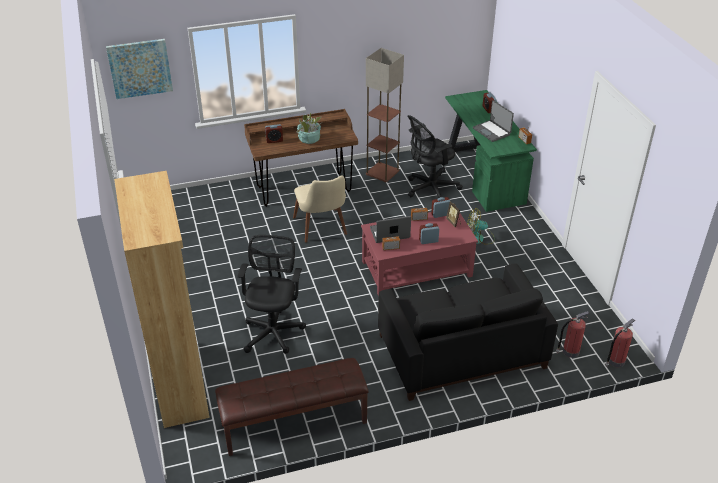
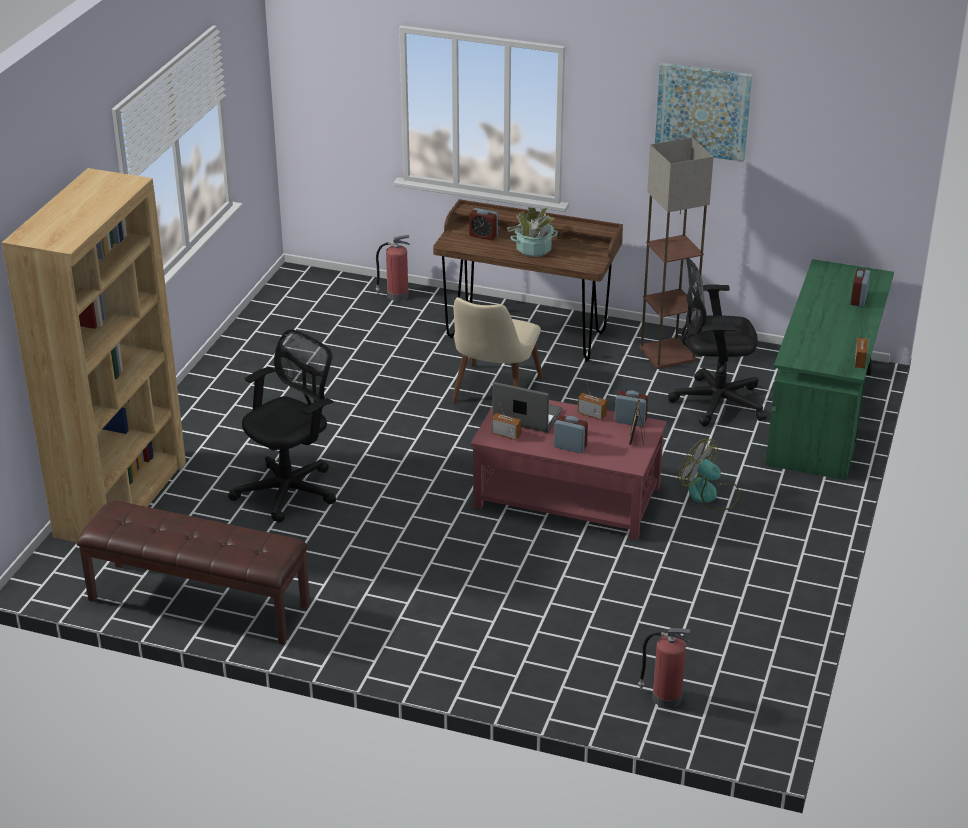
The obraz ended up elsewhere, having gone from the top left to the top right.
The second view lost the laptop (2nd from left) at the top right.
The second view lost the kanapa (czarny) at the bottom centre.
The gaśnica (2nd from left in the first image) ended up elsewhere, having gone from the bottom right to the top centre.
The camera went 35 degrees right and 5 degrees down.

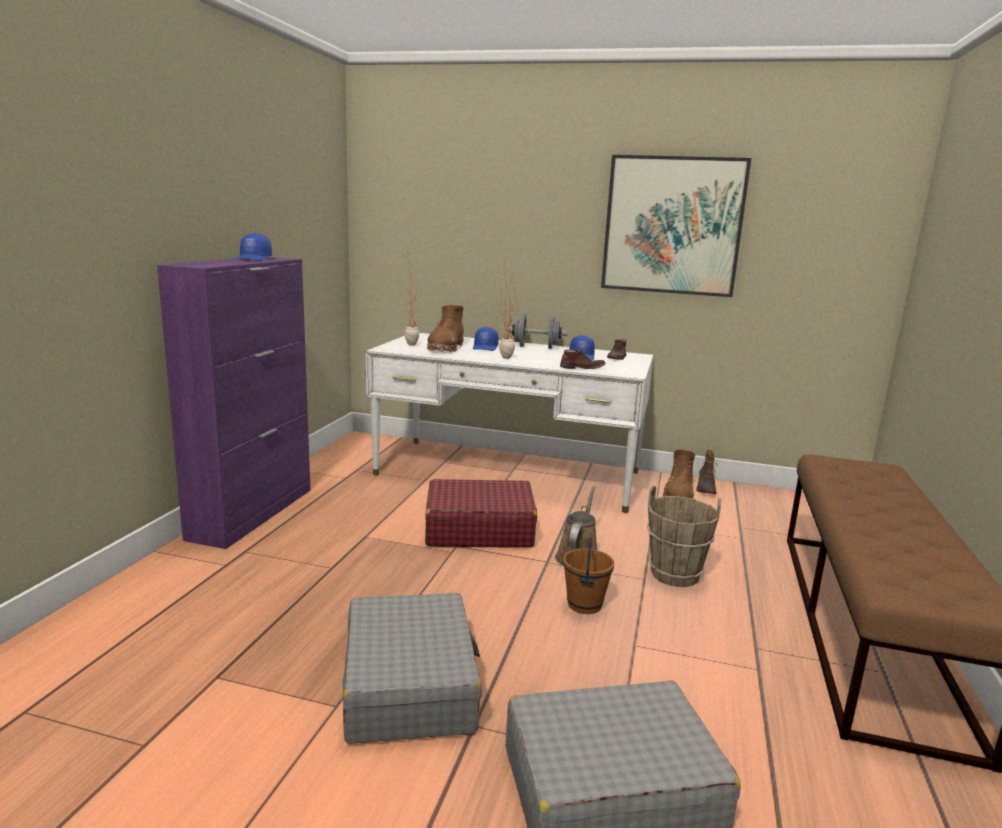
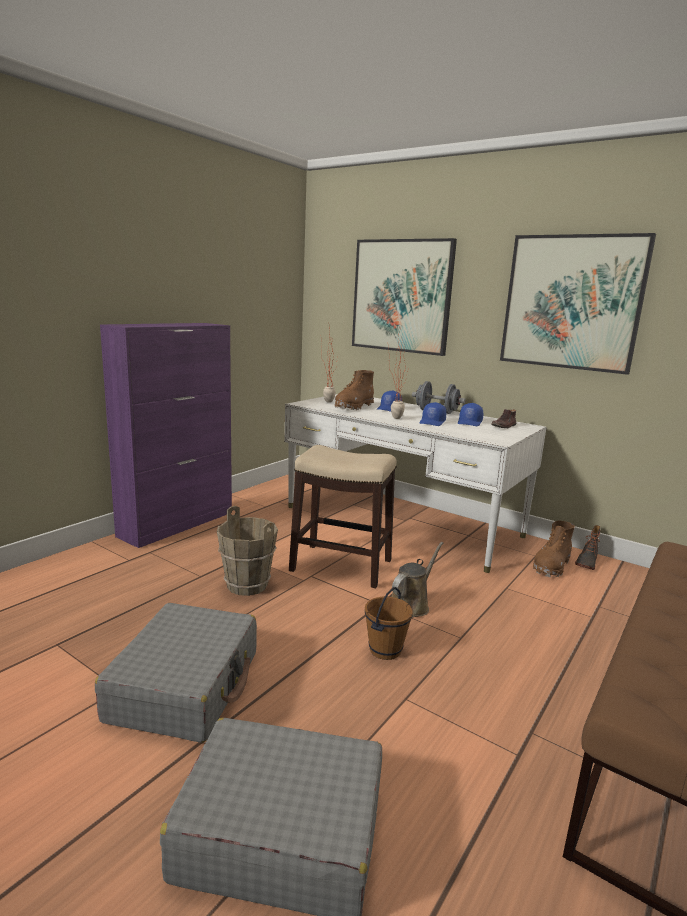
The czapka z daszkiem (niebieski) (1st from left in the first image) ended up elsewhere, having gone from the top left to the centre.
The second view lost the but (brązowy) (1st from left) at the centre.
Where the walizka (czerwony) stood at the centre, the stołek came to stand at the centre.
The wiadro (brązowy) (2nd from left in the first image) ended up elsewhere, having gone from the middle right to the centre.
The second view gained the obraz (1st from left) at the top centre.
The camera went 20 degrees right and 0 degrees up.

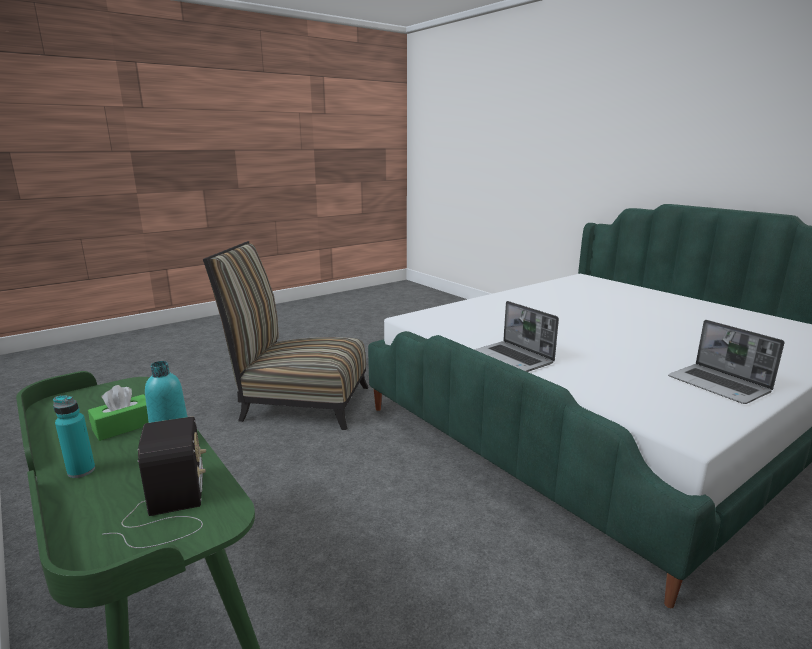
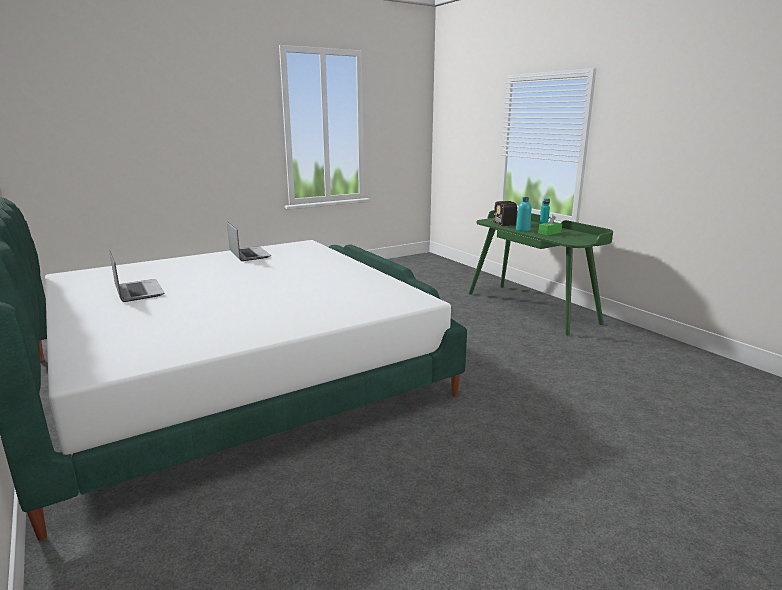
The second view lost the krzesło at the centre.
The laptop (1st from left) ended up elsewhere, having gone from the centre to the middle left.
The camera went 175 degrees left and 0 degrees up.

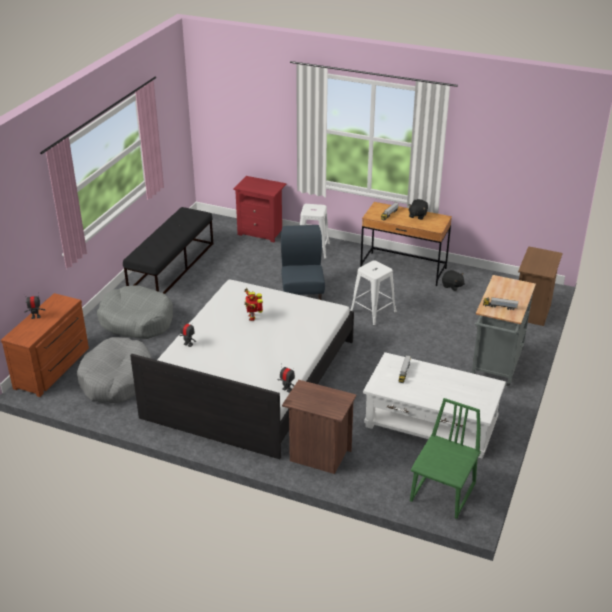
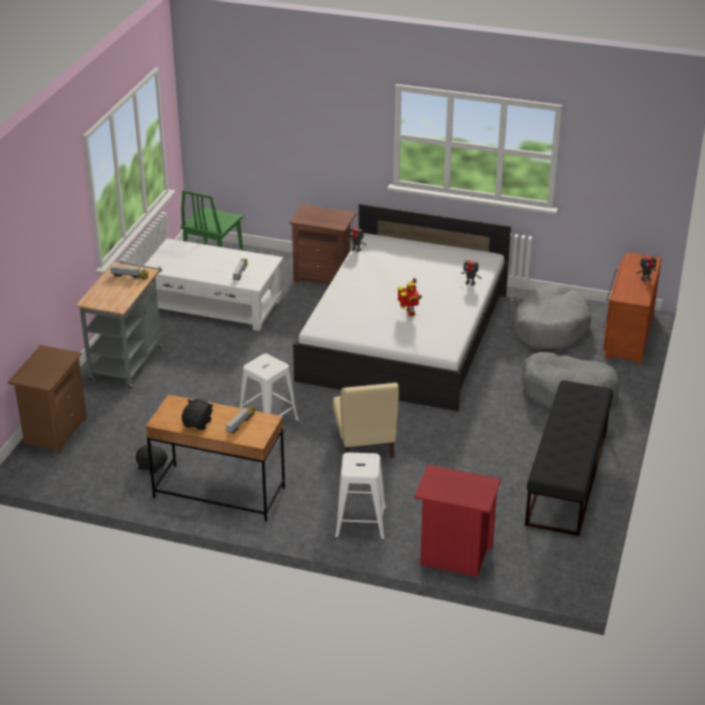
What was the krzesło (niebieski) at the centre turned into the krzesło (beżowy) at the centre.
The camera went 175 degrees right and 0 degrees up.

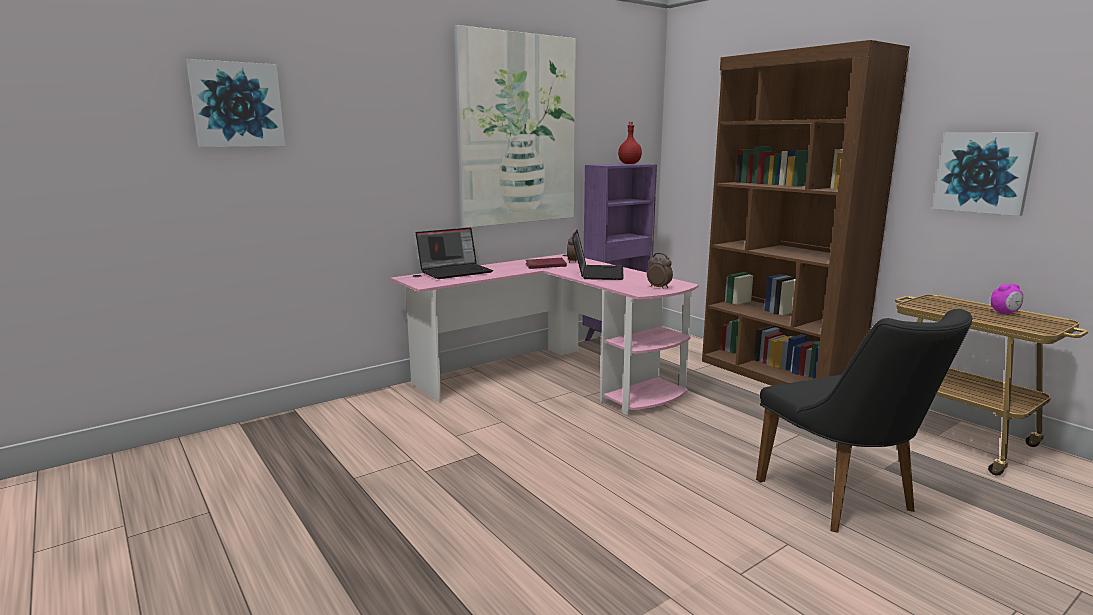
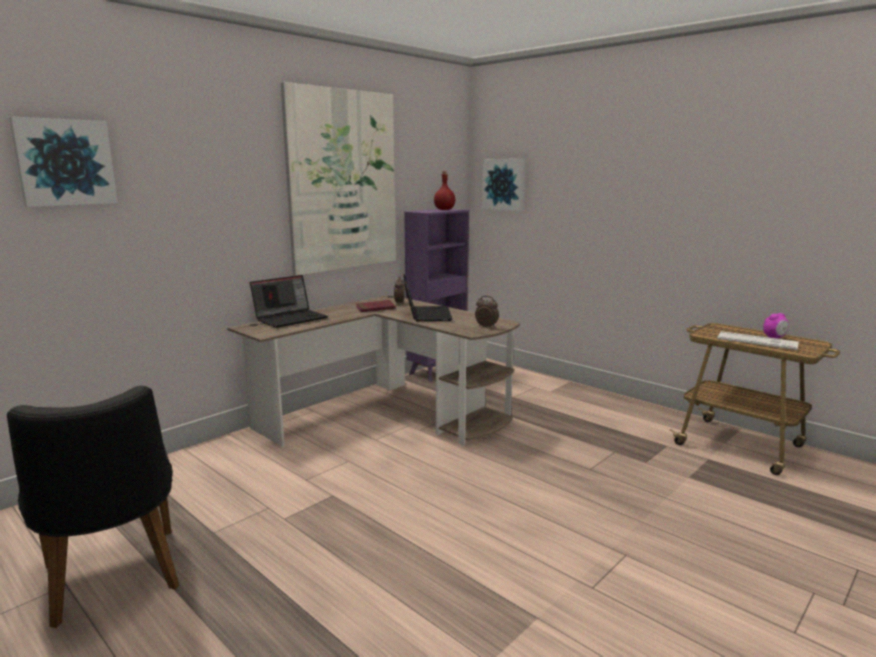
The second view lost the regał (brązowy) at the middle right.
The obraz (3rd from left) ended up elsewhere, having gone from the top right to the top centre.
What was the biurko (różowy) at the centre turned into the biurko (brązowy) at the centre.
The krzesło (czarny) ended up elsewhere, having gone from the bottom right to the bottom left.
The second view gained the klawiatura at the middle right.
The camera went 10 degrees left and 0 degrees up.

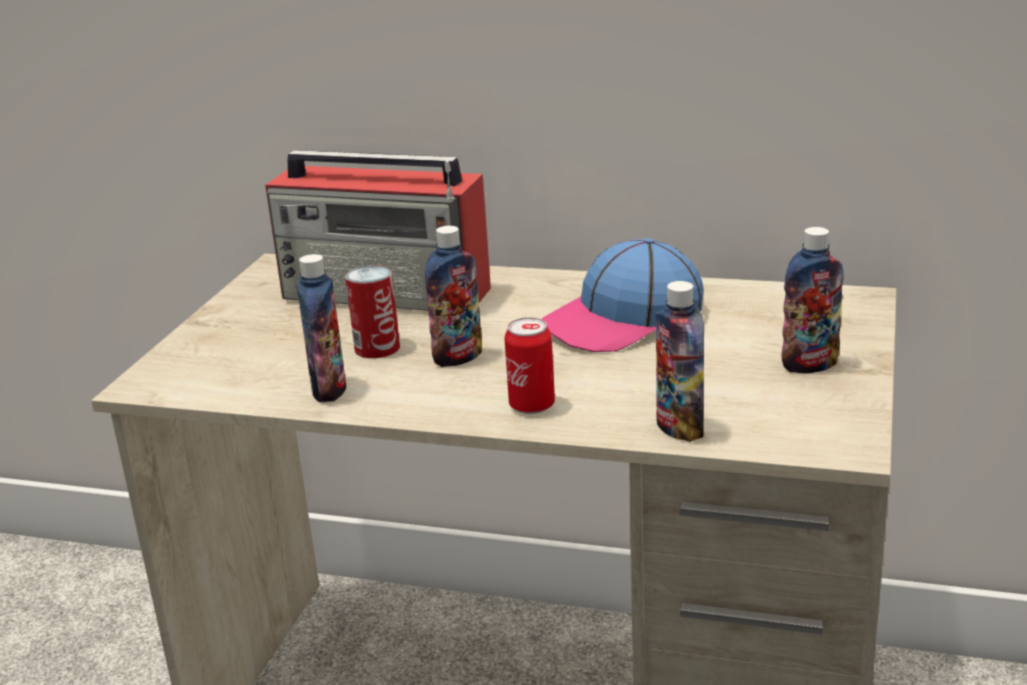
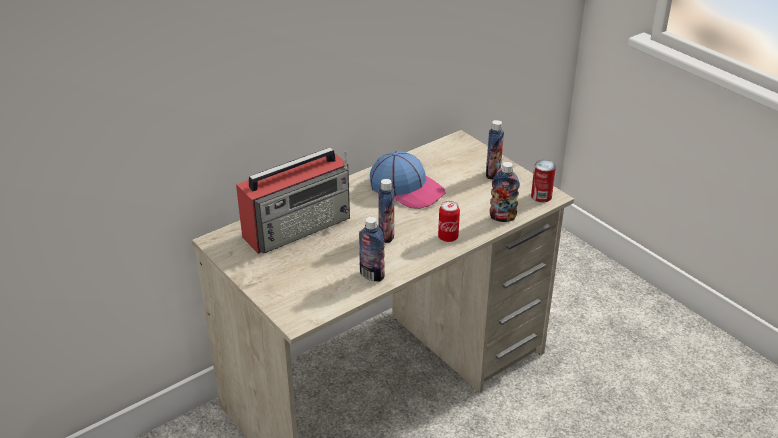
The czapka z daszkiem at the centre ended up facing another way, 60 degrees counterclockwise from before.
The puszka (1st from left in the first image) ended up elsewhere, having gone from the centre to the middle right.
The camera went 55 degrees left and 10 degrees up.

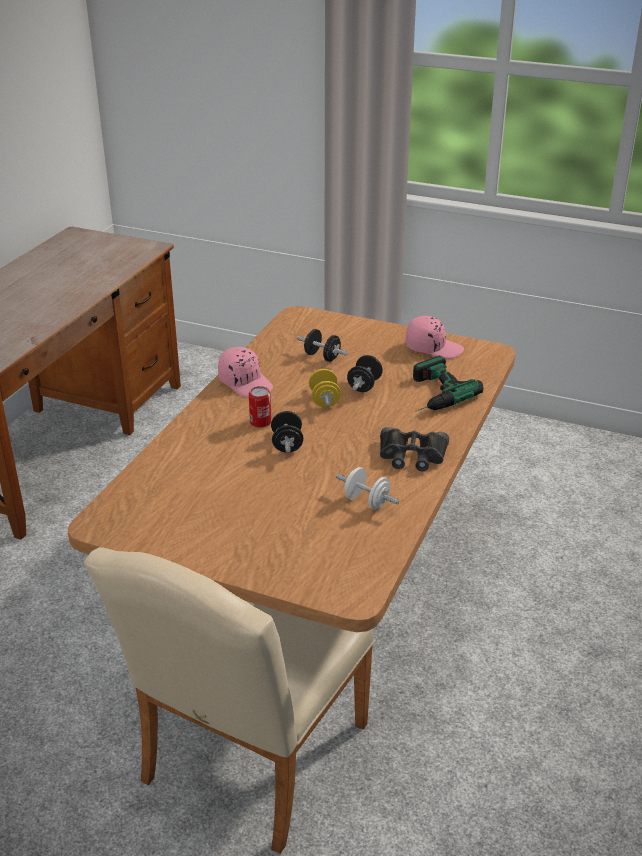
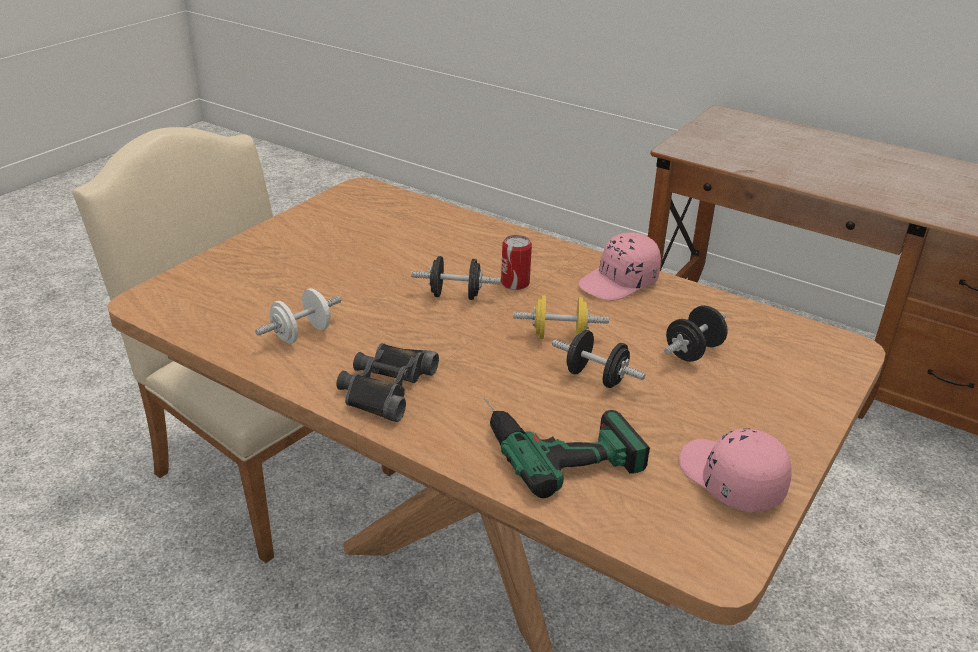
The czapka z daszkiem (różowy) (2nd from left) at the middle right ended up facing another way, 120 degrees clockwise from before.
The camera went 100 degrees right and 0 degrees up.

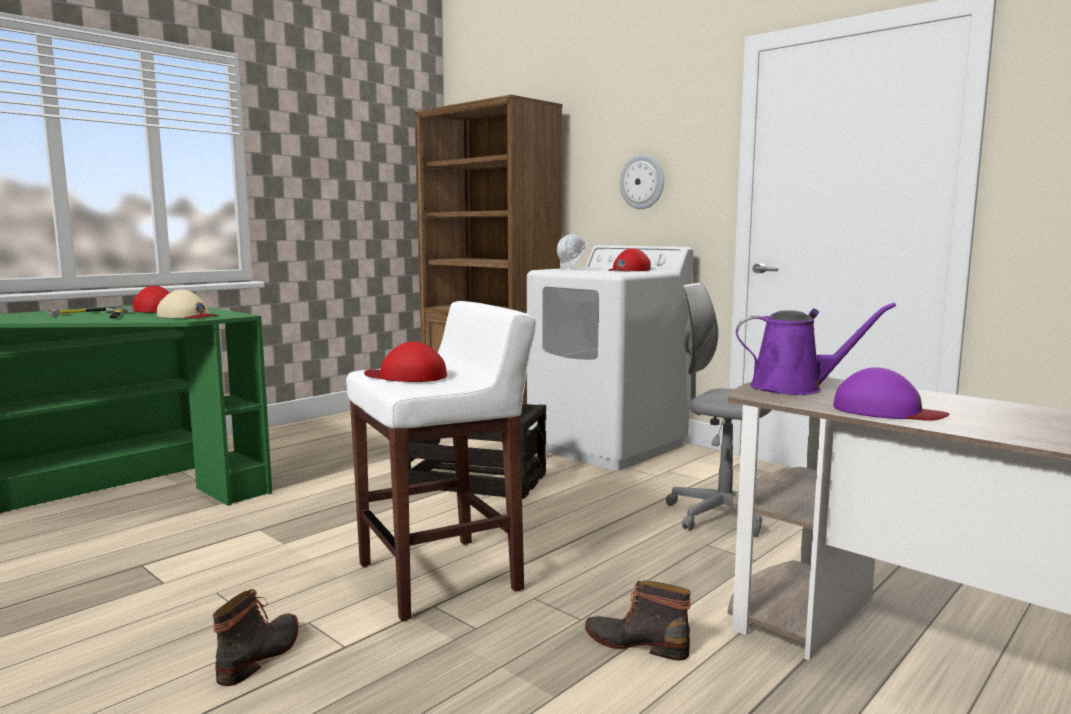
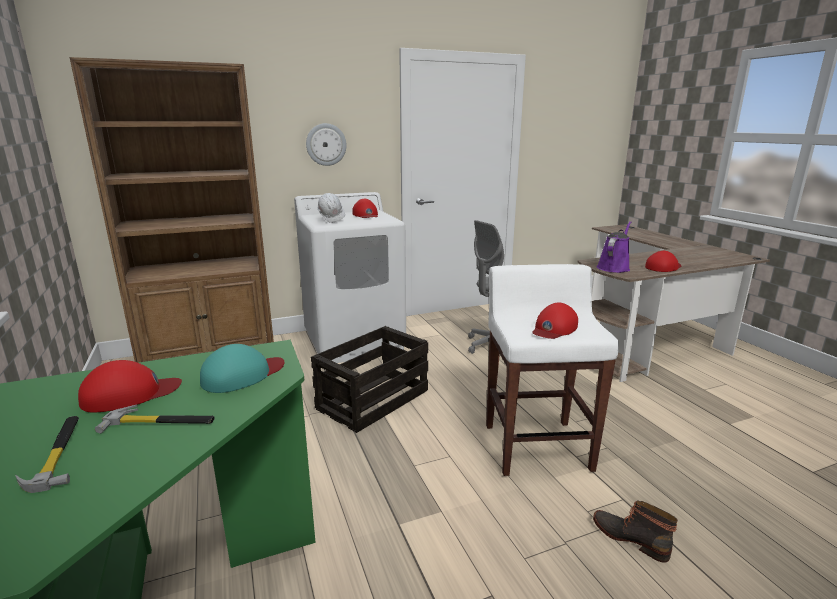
What was the czapka z daszkiem (beżowy) at the middle left turned into the czapka z daszkiem (turkusowy) at the middle left.
What was the czapka z daszkiem (fioletowy) at the middle right turned into the czapka z daszkiem (czerwony) (4th from left) at the middle right.
The second view lost the but z cholewką (2nd from left) at the bottom centre.
The camera went 65 degrees left and 10 degrees up.

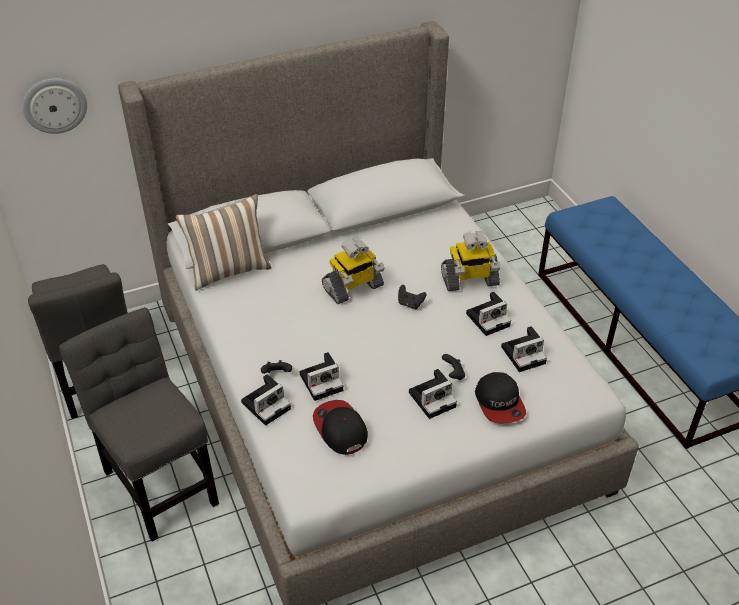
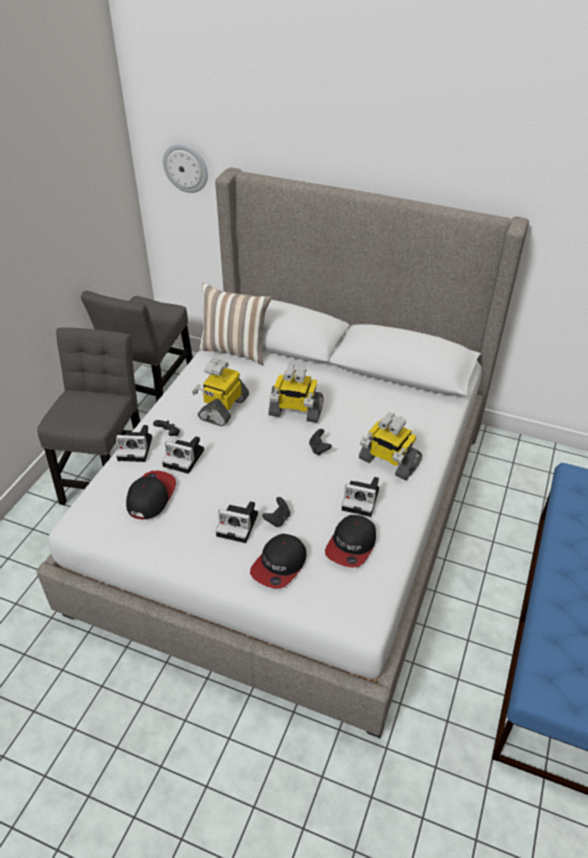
Where the aparat fotograficzny (5th from left) stood at the middle right, the czapka z daszkiem (3rd from left) came to stand at the centre.
The second view gained the robot zabawkowy (1st from left) at the centre.
The camera went 45 degrees right and 0 degrees up.

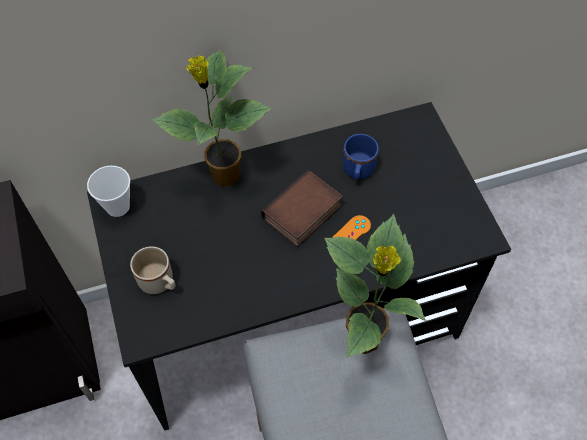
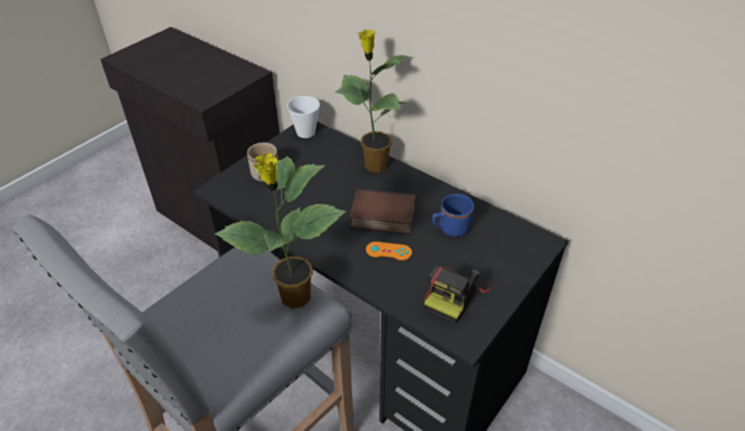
The second view gained the aparat fotograficzny at the bottom centre.
The camera went 55 degrees right and 15 degrees down.

